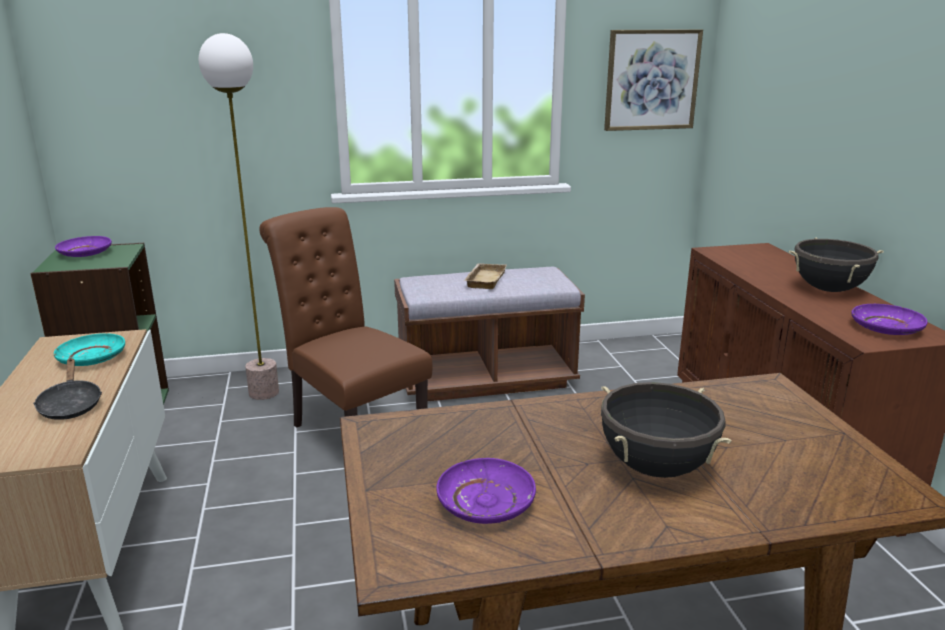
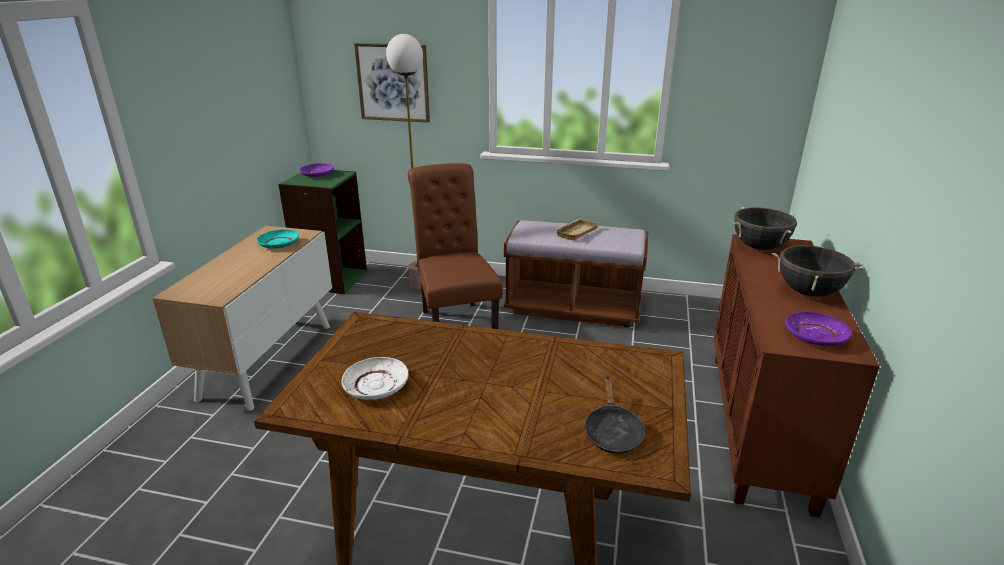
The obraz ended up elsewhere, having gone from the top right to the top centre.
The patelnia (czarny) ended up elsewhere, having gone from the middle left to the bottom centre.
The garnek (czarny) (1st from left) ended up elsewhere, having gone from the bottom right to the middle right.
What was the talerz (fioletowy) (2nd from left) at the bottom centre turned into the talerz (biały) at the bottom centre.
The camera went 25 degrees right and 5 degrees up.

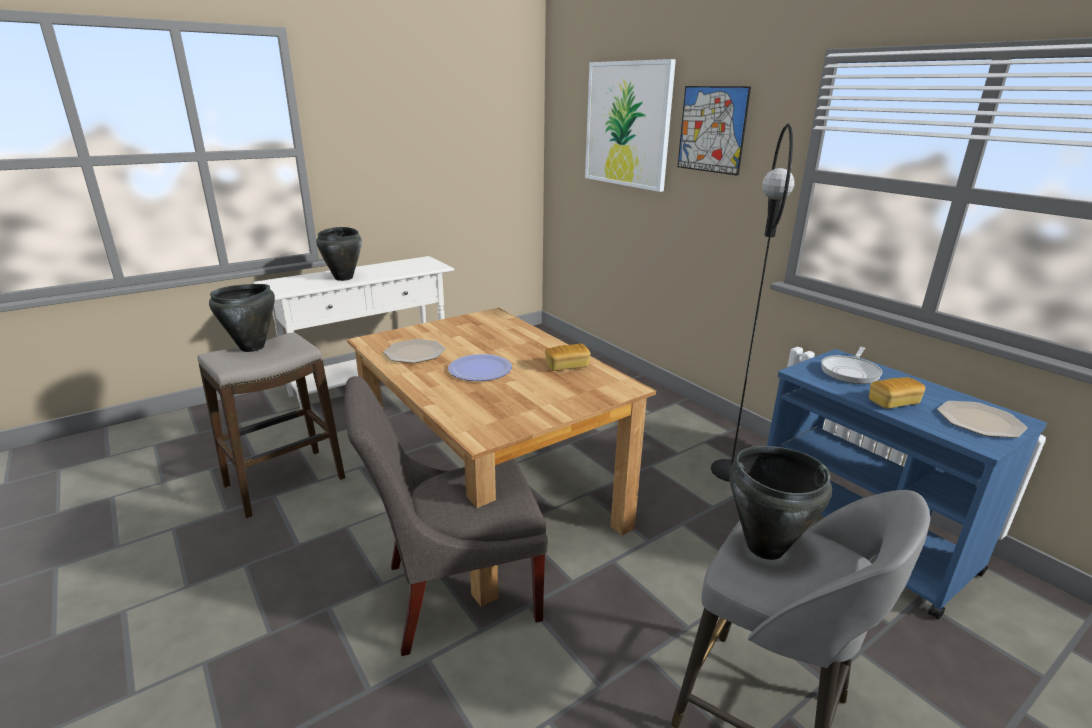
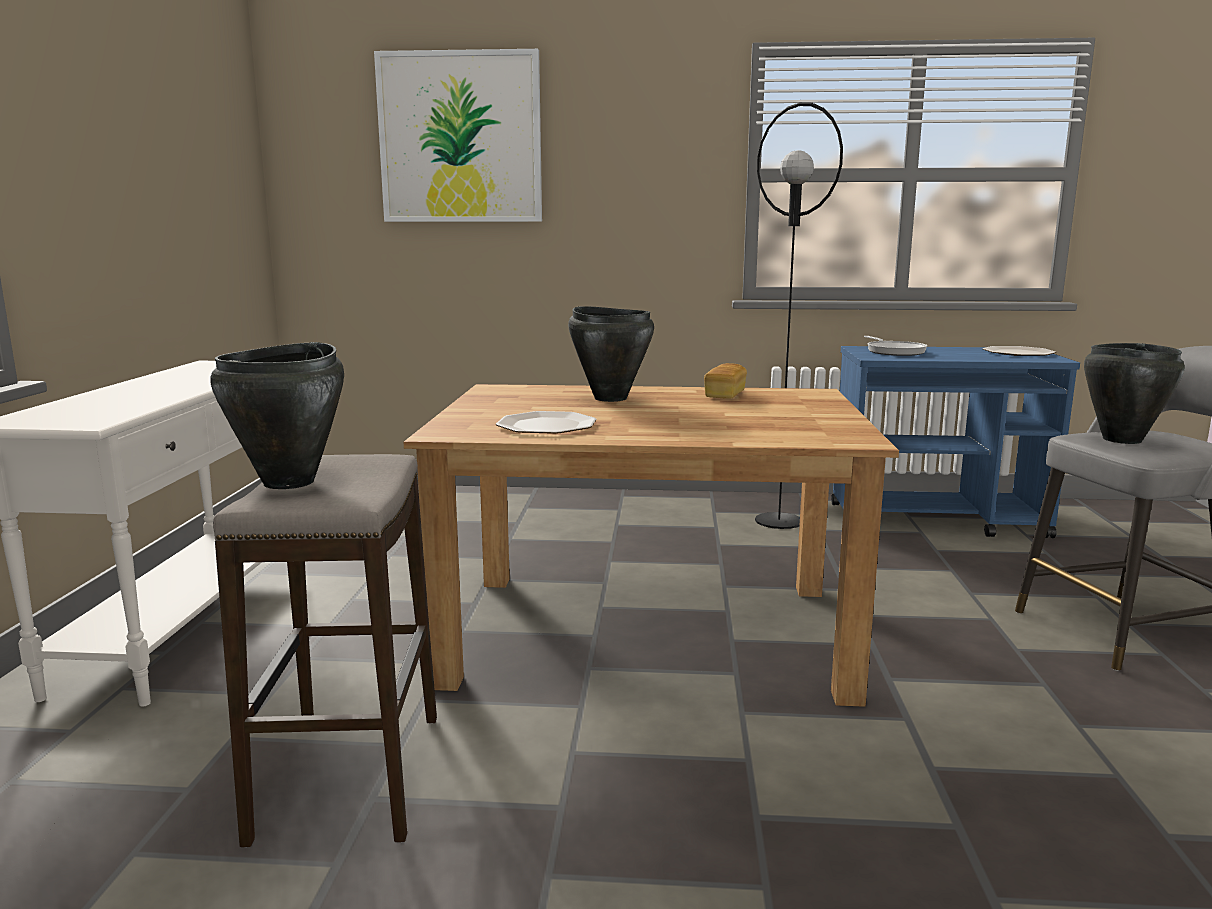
The second view lost the obraz (2nd from left) at the top centre.
The garnek (czarny) (2nd from left) ended up elsewhere, having gone from the middle left to the centre.
The second view lost the talerz (2nd from left) at the centre.
The second view lost the krzesło (szary) at the bottom centre.
The second view lost the chleb (2nd from left) at the middle right.
The camera went 50 degrees left and 10 degrees down.

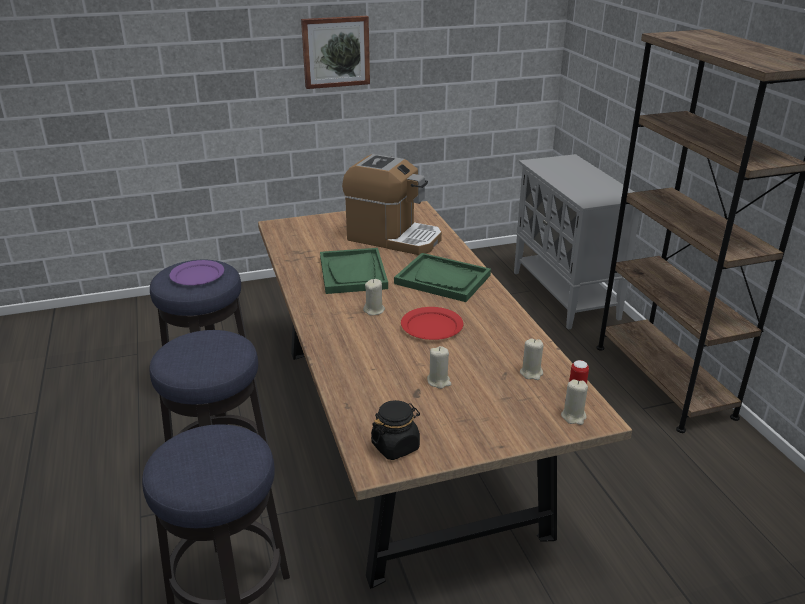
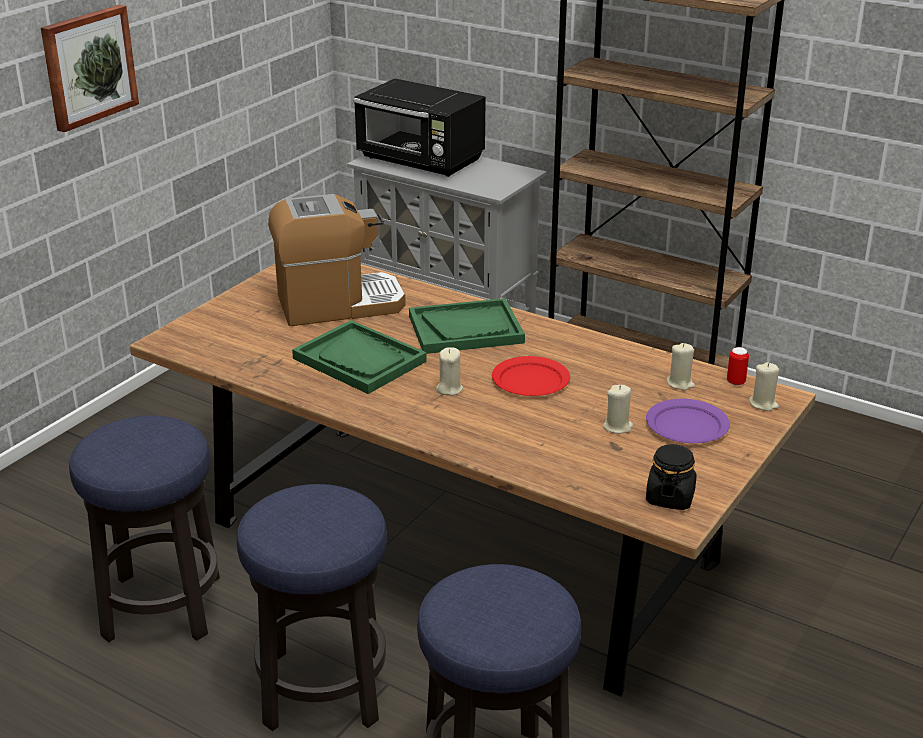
The talerz (fioletowy) ended up elsewhere, having gone from the middle left to the middle right.
The second view gained the mikrofalówka (czarny) at the top centre.
The camera went 40 degrees left and 0 degrees up.

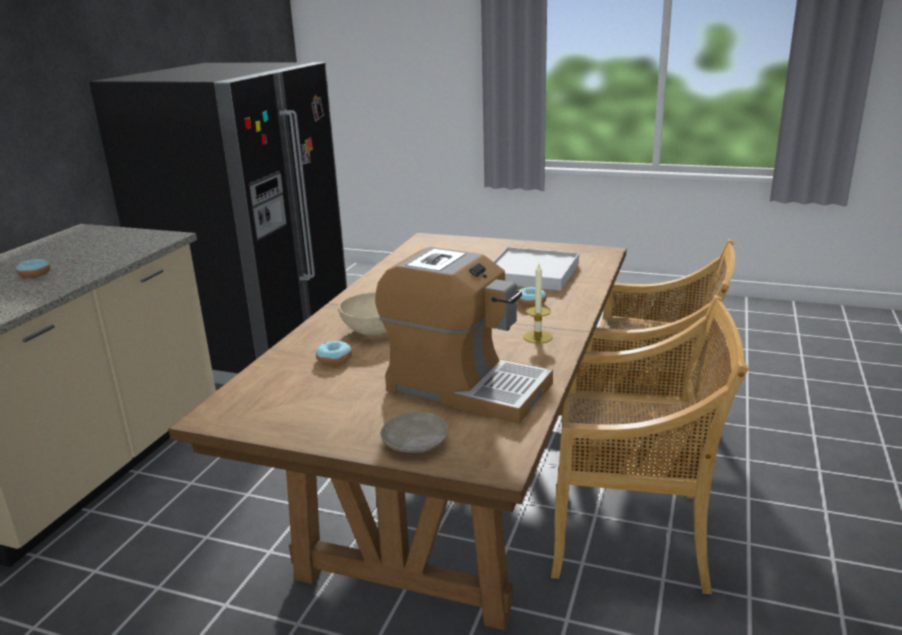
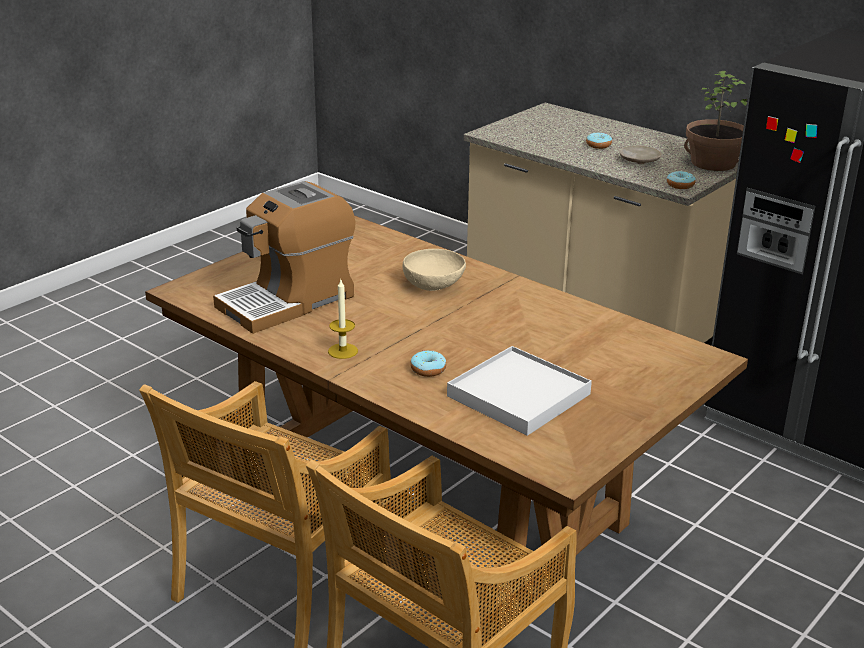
The donut (2nd from left in the first image) ended up elsewhere, having gone from the centre to the top right.
The talerz (beżowy) ended up elsewhere, having gone from the bottom centre to the top right.
The second view gained the roślina doniczkowa at the top right.
The camera went 110 degrees right and 5 degrees up.

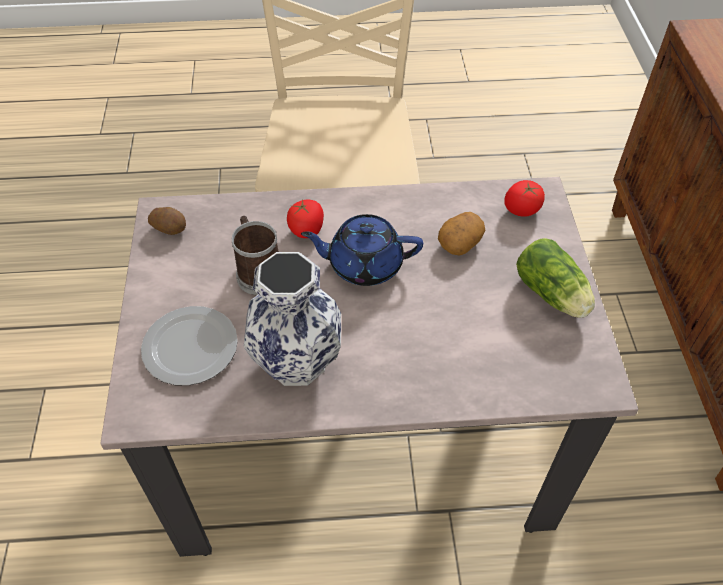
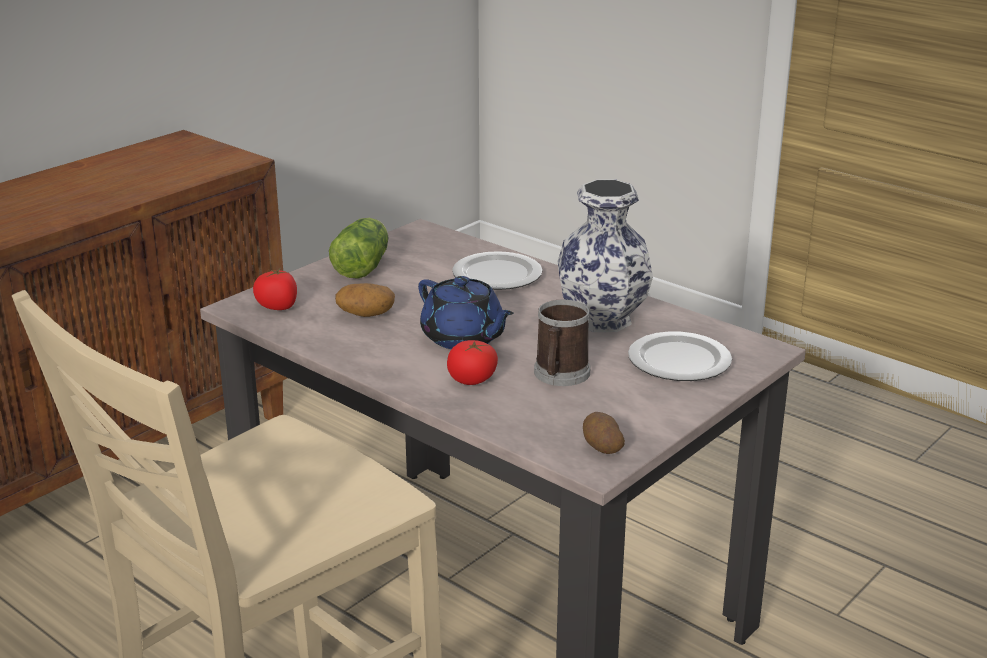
The second view gained the talerz (1st from left) at the centre.
The camera went 135 degrees left and 25 degrees down.

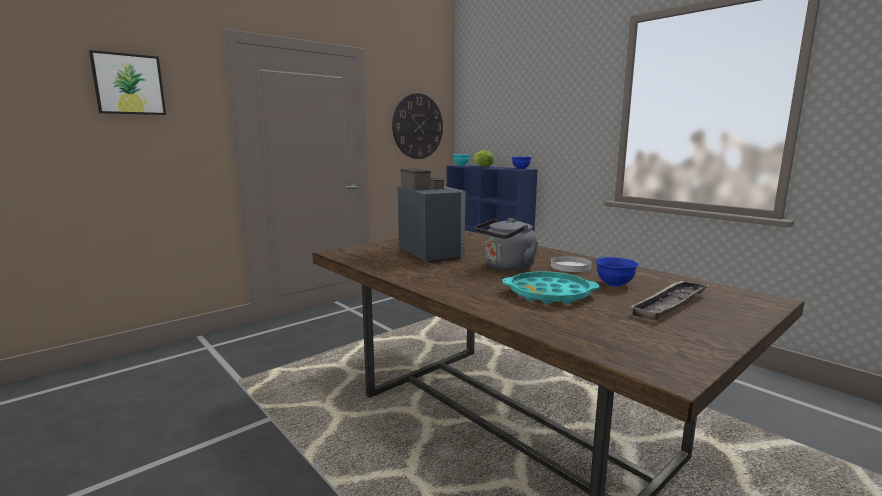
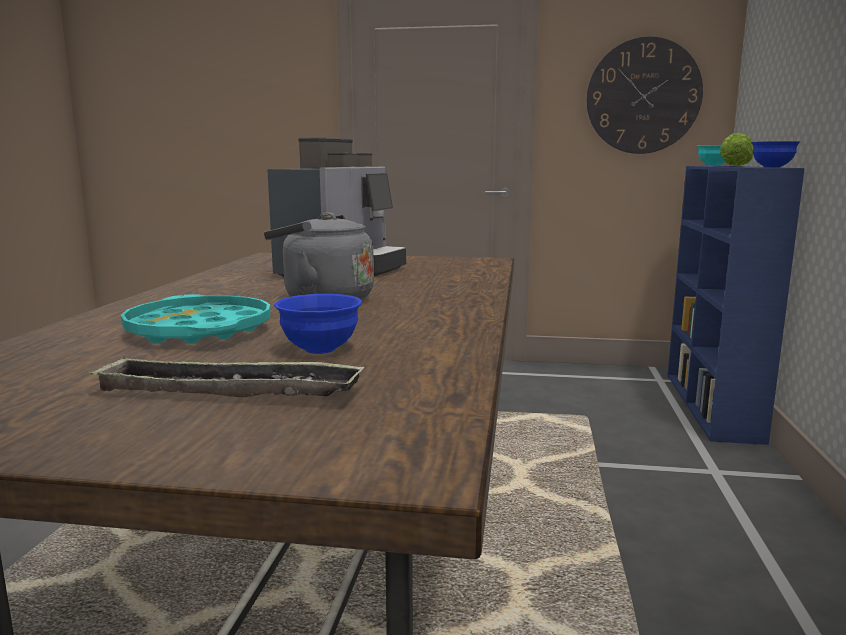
The second view lost the obraz at the top left.
The second view lost the talerz (biały) at the centre.
The camera went 50 degrees right and 0 degrees up.

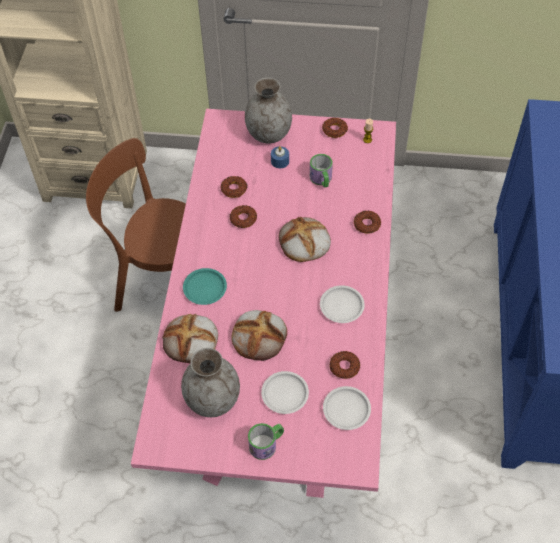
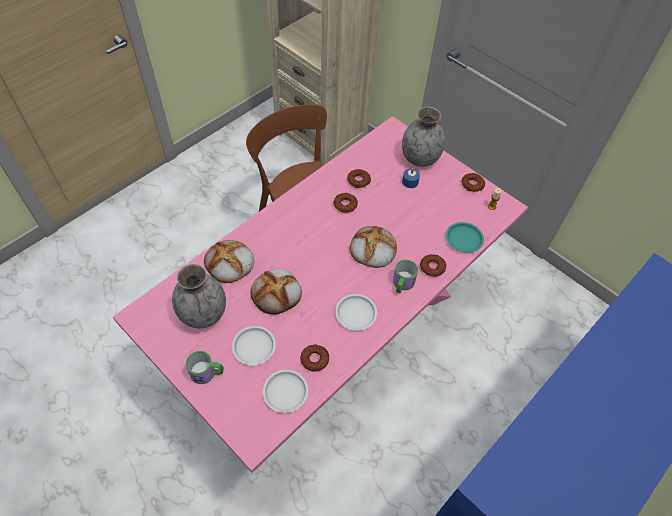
The kubek (2nd from left) ended up elsewhere, having gone from the top centre to the centre.
The talerz (turkusowy) ended up elsewhere, having gone from the centre to the middle right.
The camera went 35 degrees right and 0 degrees up.

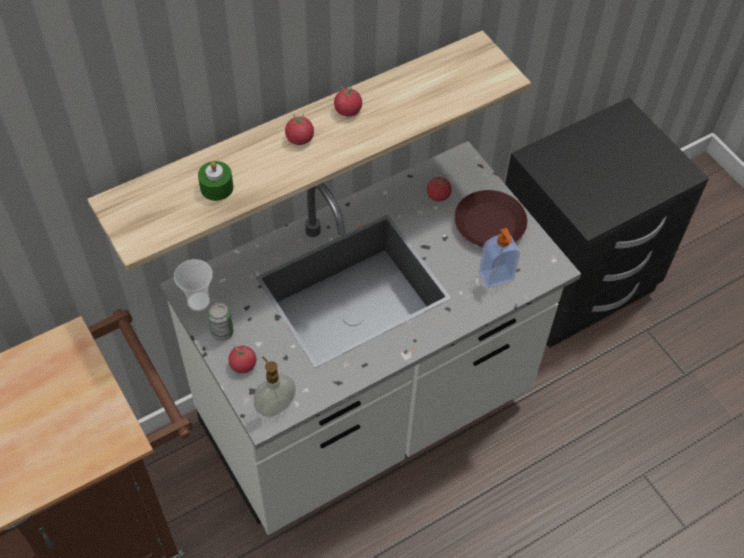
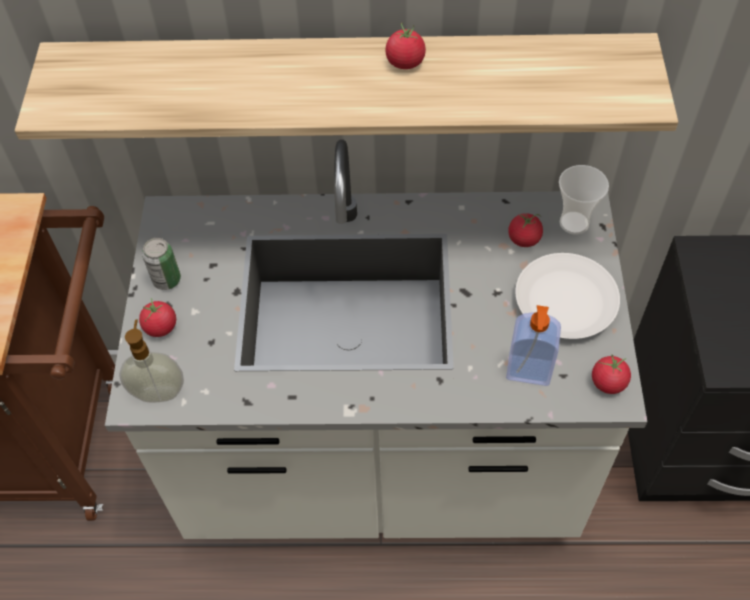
The pomidor (2nd from left in the first image) ended up elsewhere, having gone from the top centre to the middle right.
The second view lost the świeca (zielony) at the top left.
What was the talerz (brązowy) at the centre turned into the talerz (biały) at the middle right.
The filiżanka ended up elsewhere, having gone from the middle left to the top right.
The camera went 35 degrees right and 0 degrees up.

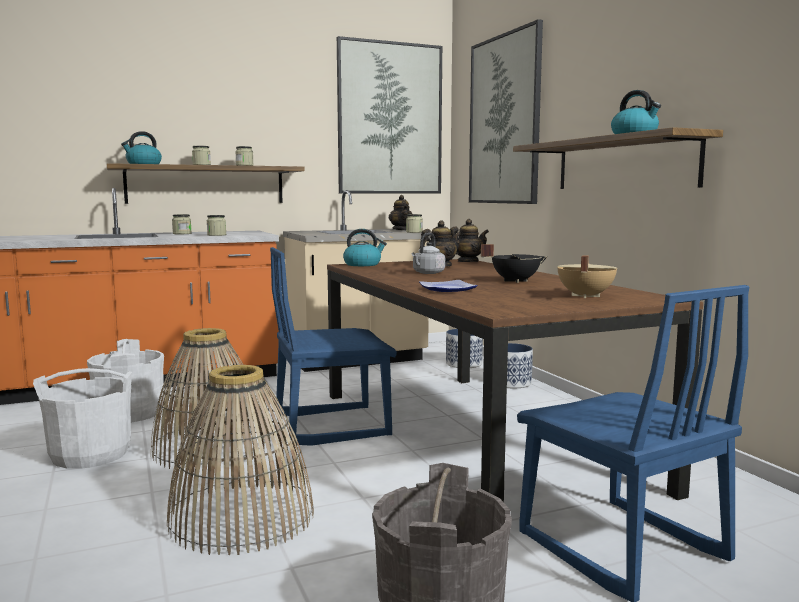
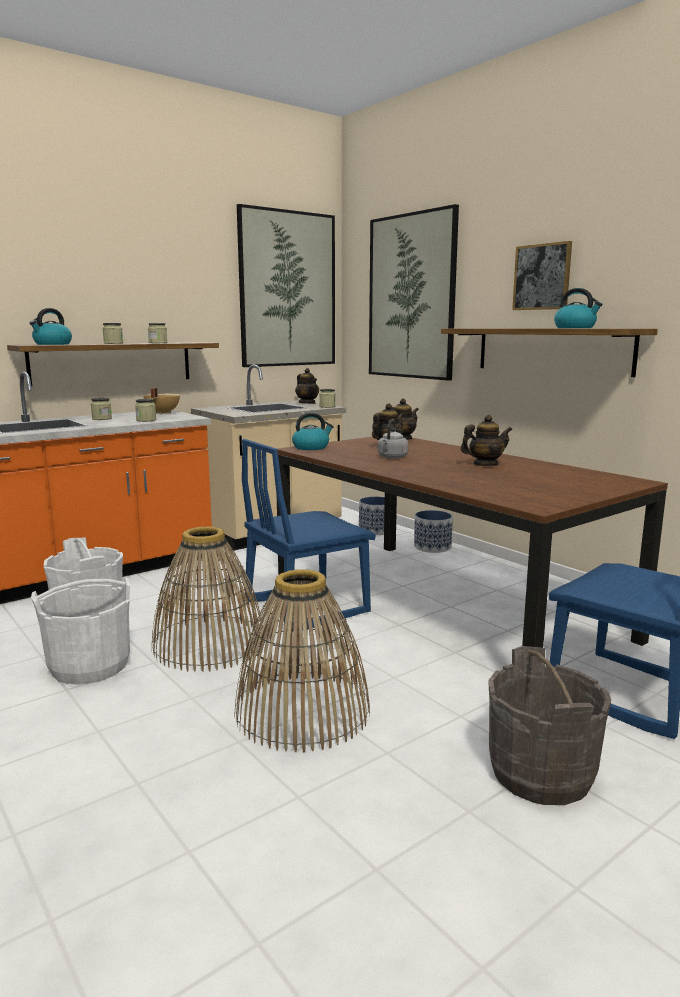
Where the garnek (czarny) stood at the centre, the imbryk (4th from left) came to stand at the middle right.
The garnek (beżowy) ended up elsewhere, having gone from the middle right to the middle left.
The second view lost the talerz at the centre.
The second view gained the obraz (3rd from left) at the top right.
The camera went 15 degrees left and 5 degrees up.

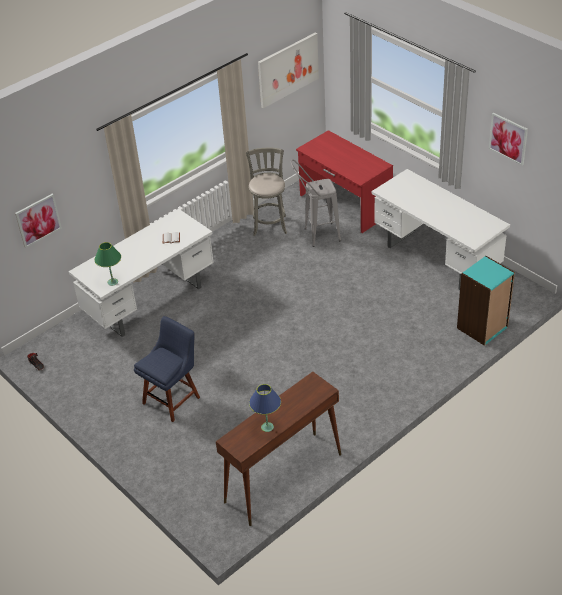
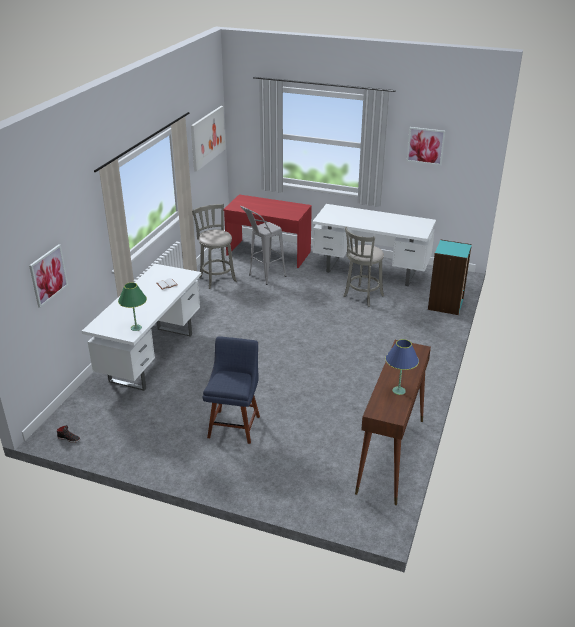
The second view gained the stołek (szary) (3rd from left) at the centre.
The camera went 30 degrees left and 10 degrees down.

